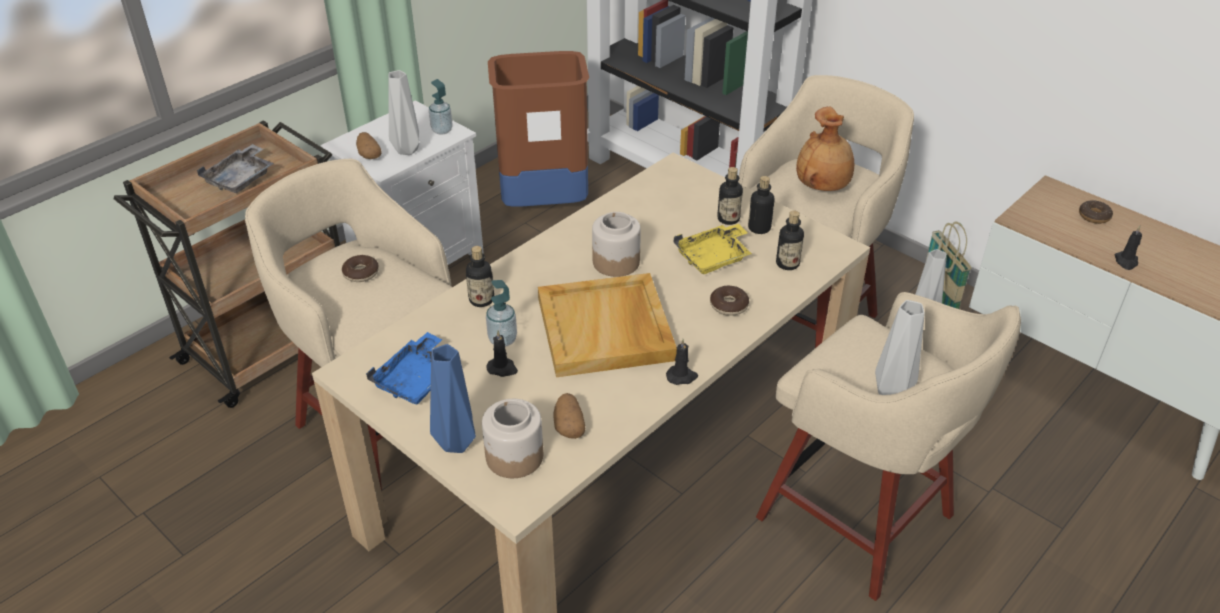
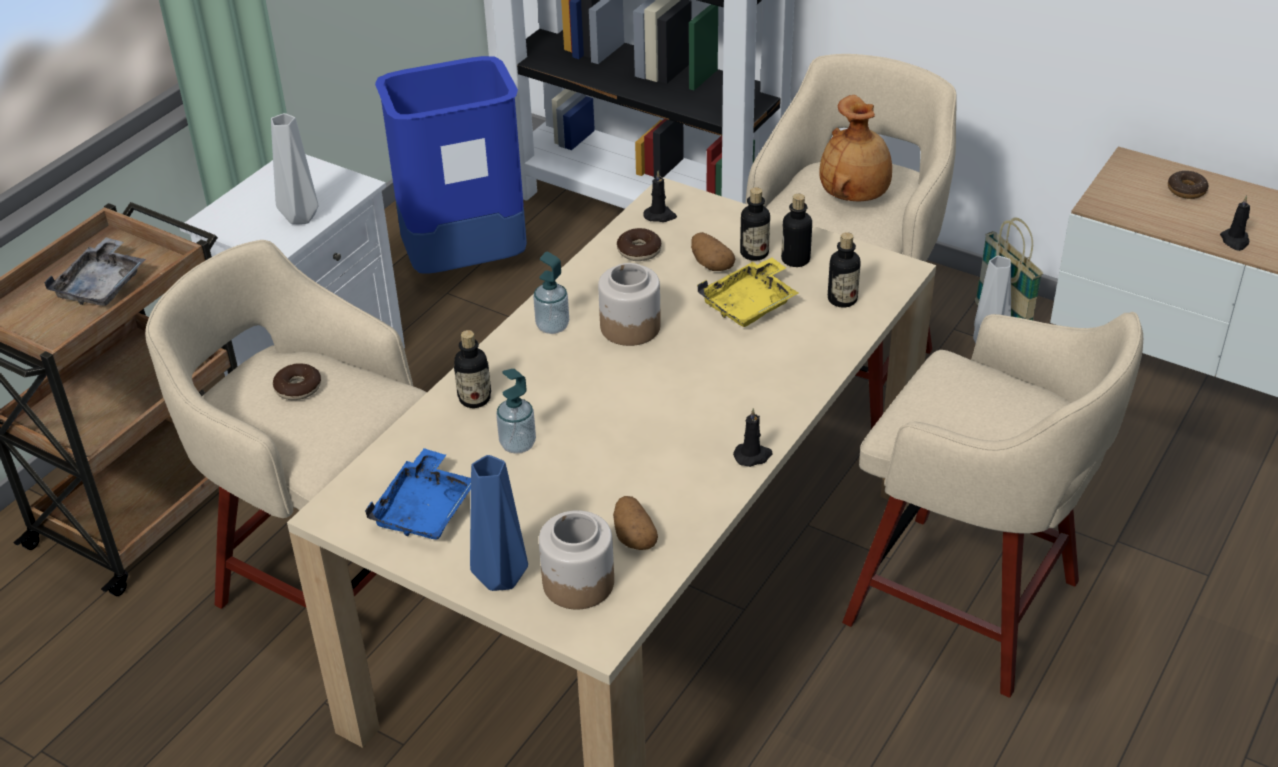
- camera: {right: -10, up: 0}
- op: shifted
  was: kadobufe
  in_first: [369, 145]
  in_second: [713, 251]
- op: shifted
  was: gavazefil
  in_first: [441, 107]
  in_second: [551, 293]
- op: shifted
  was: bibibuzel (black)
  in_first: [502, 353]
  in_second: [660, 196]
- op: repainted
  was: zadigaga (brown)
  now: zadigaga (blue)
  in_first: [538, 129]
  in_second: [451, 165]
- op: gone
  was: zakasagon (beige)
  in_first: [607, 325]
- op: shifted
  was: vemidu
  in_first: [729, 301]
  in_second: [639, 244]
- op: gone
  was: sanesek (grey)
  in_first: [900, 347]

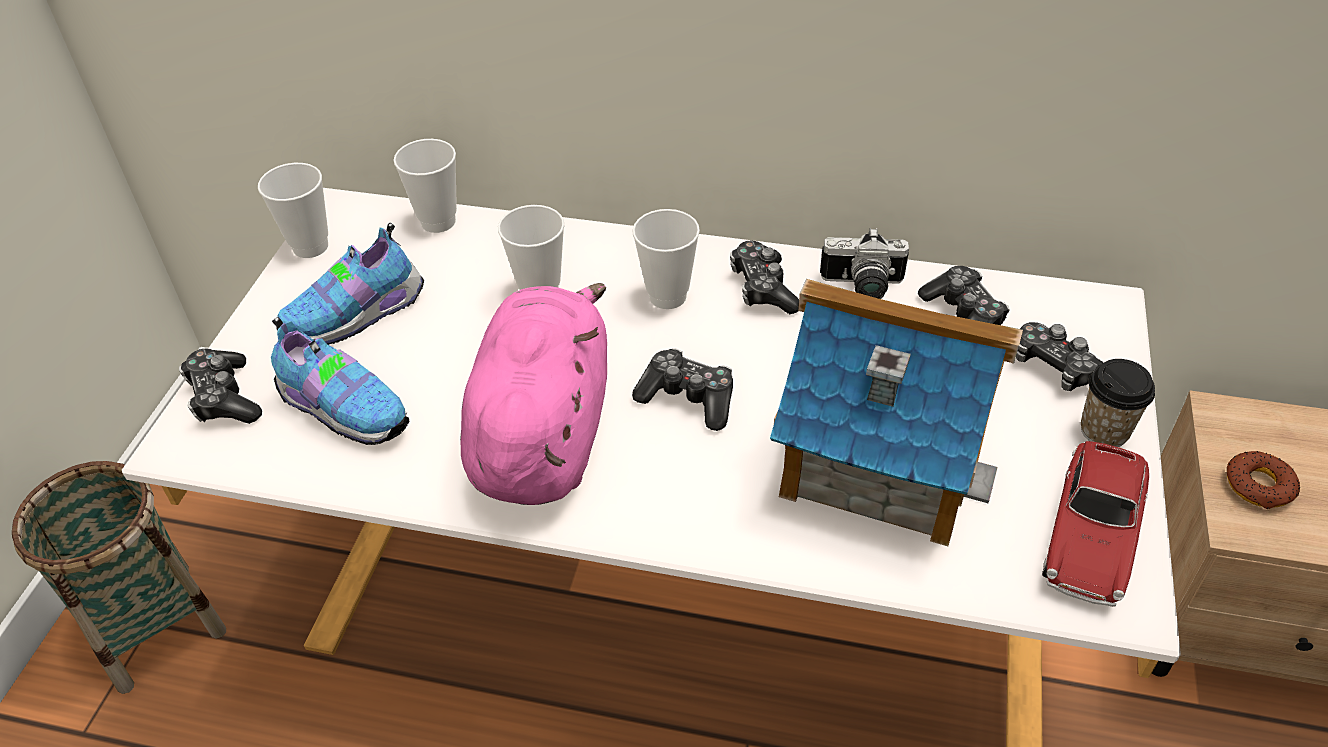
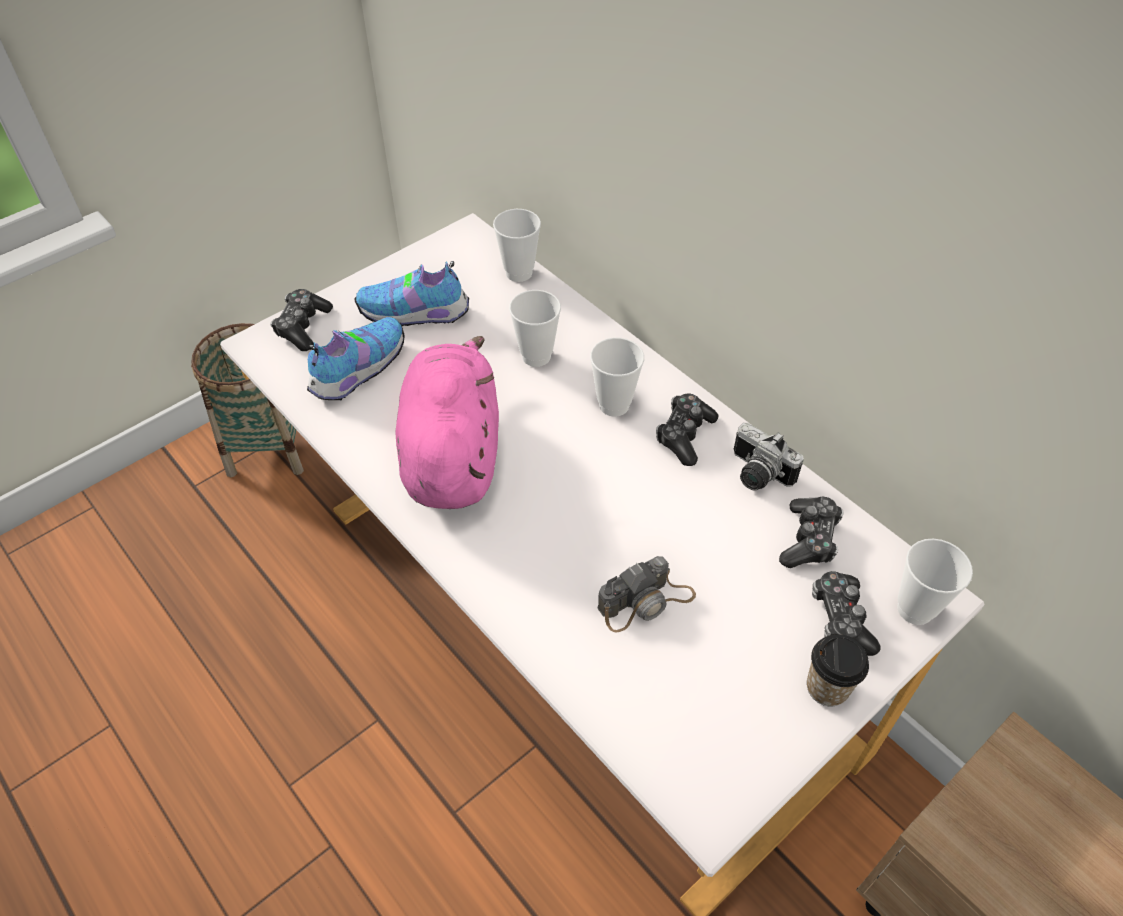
- camera: {right: 35, up: 5}
- op: shifted
  was: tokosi
  in_first: [293, 210]
  in_second: [935, 582]
- op: rotated
  was: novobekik
  in_first: [340, 381]
  in_second: [356, 358]
  clockwise: -120
- op: rotated
  was: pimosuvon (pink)
  in_first: [533, 394]
  in_second: [447, 422]
  clockwise: -45
- op: gone
  was: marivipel
  in_first: [682, 389]
- op: swapped
  was: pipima
  now: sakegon
  in_first: [896, 412]
  in_second: [646, 594]
- op: gone
  was: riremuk
  in_first: [1095, 524]
- op: gone
  was: vemidu
  in_first: [1263, 480]

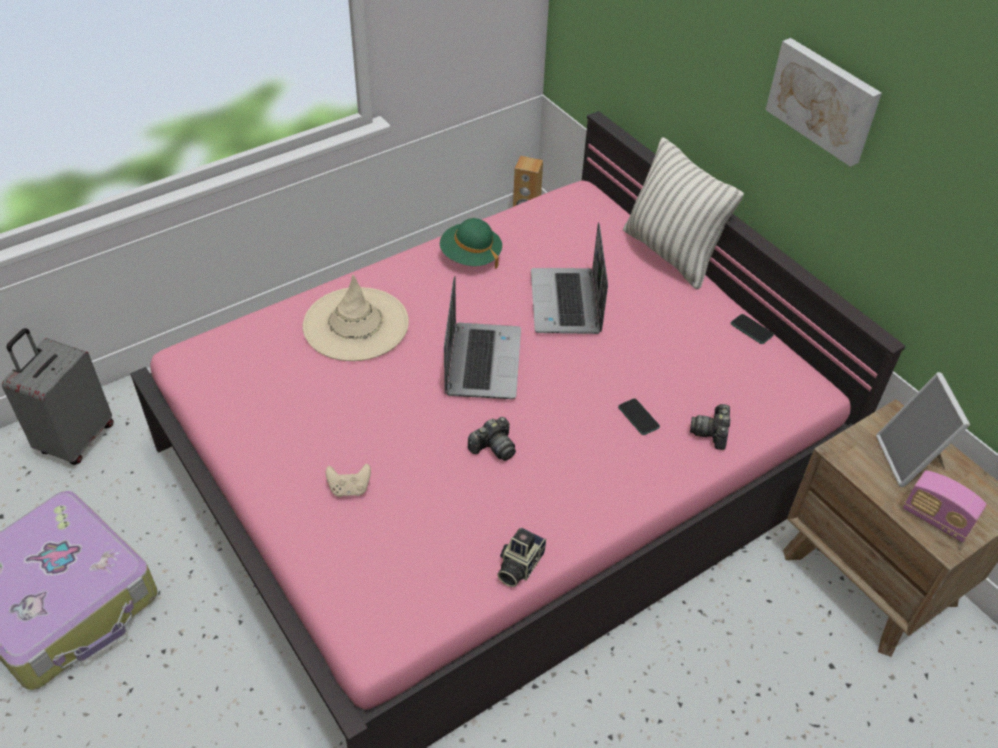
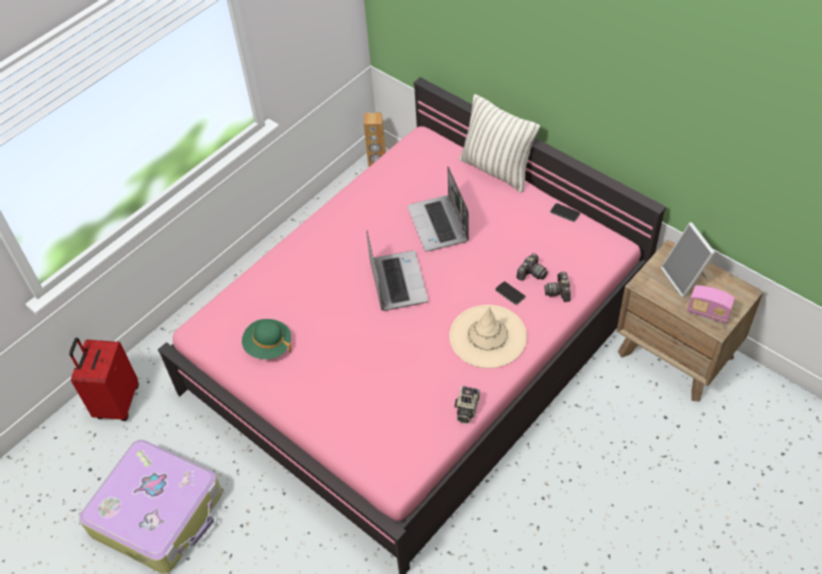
- camera: {right: -10, up: 5}
- op: repainted
  was: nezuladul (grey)
  now: nezuladul (red)
  in_first: [58, 396]
  in_second: [104, 379]
- op: shifted
  was: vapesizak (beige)
  in_first: [356, 317]
  in_second: [488, 336]
- op: gone
  was: marivipel (beige)
  in_first: [348, 480]
- op: shifted
  was: vapesizak (green)
  in_first: [471, 243]
  in_second: [267, 339]
- op: shifted
  was: sakegon
  in_first: [492, 439]
  in_second: [532, 267]
- op: gone
  was: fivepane
  in_first: [824, 102]

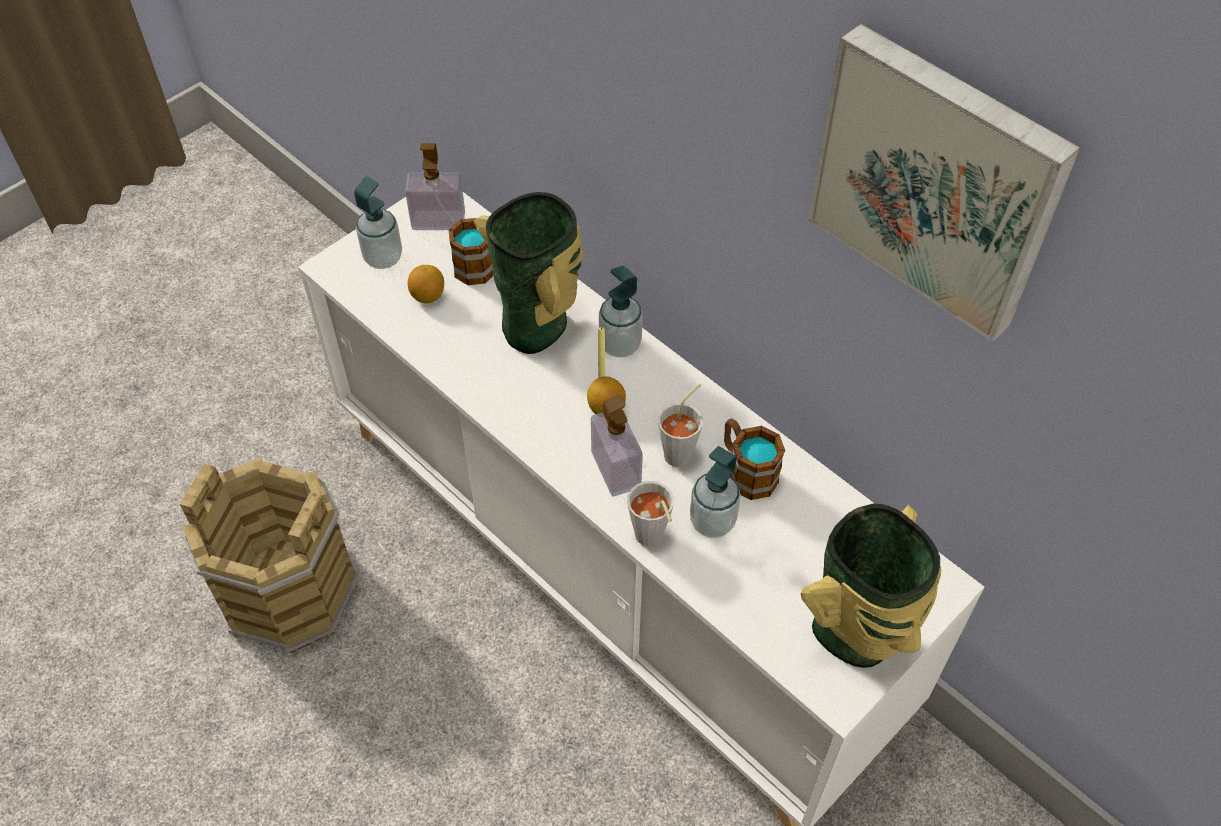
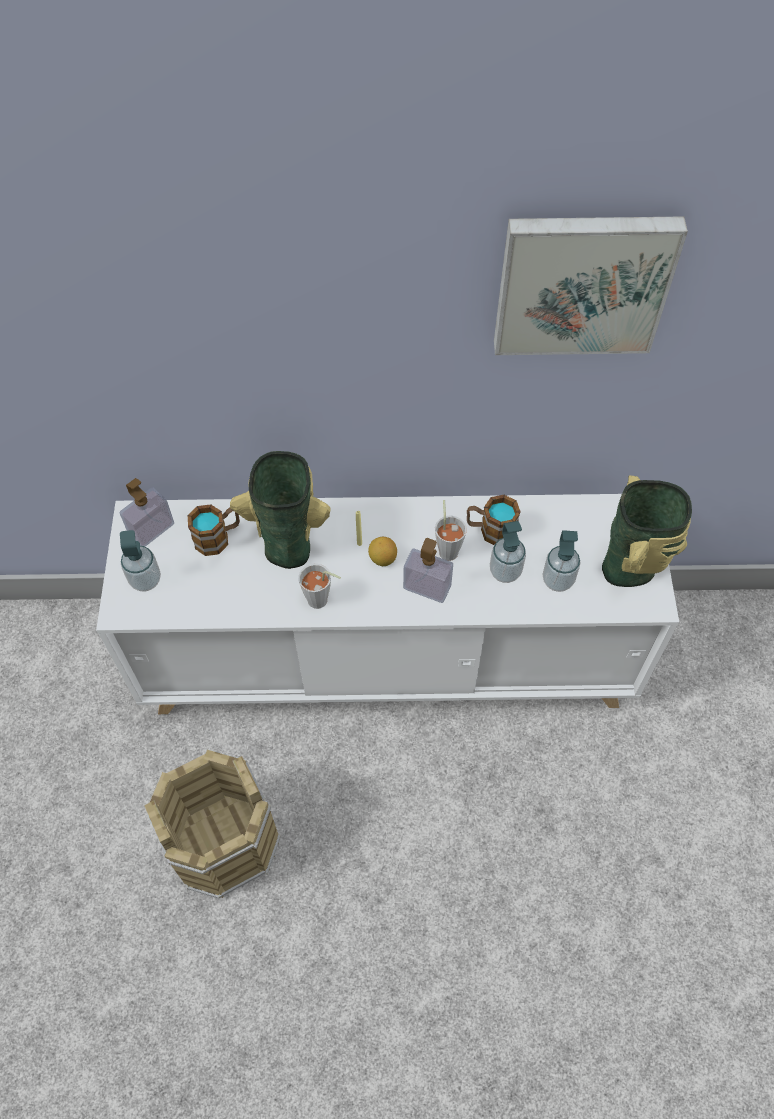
- camera: {right: -45, up: 5}
- op: gone
  was: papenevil
  in_first: [426, 284]
- op: shifted
  was: gavazefil
  in_first: [621, 311]
  in_second: [561, 561]
- op: shifted
  was: tokosi (grey)
  in_first: [650, 513]
  in_second: [319, 586]

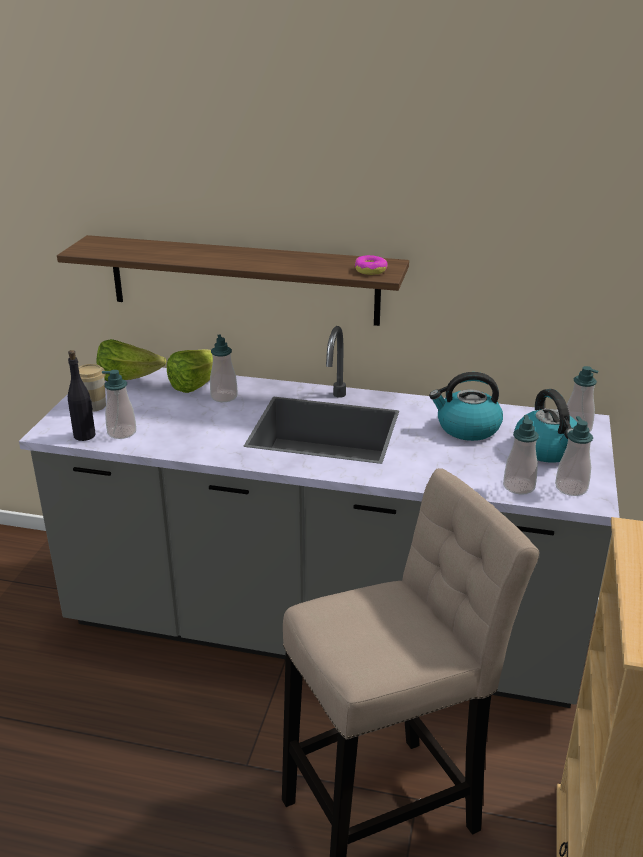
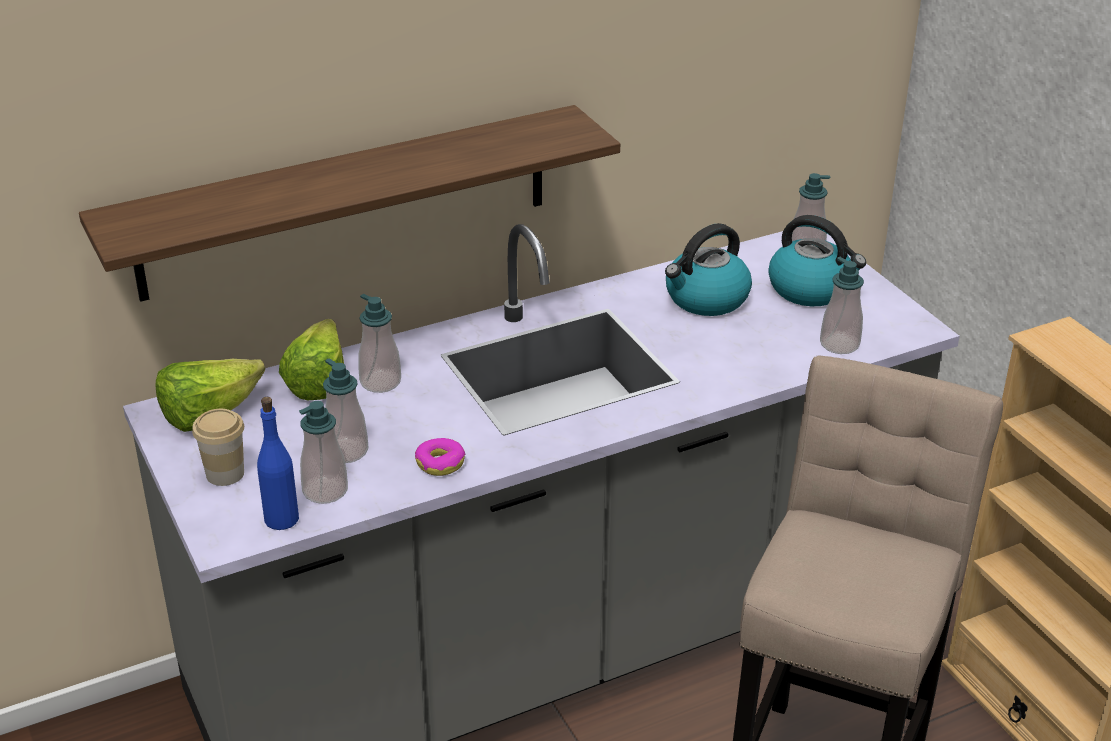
- camera: {right: -40, up: 5}
- op: repainted
  was: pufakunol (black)
  now: pufakunol (blue)
  in_first: [82, 395]
  in_second: [278, 463]
- op: shifted
  was: vemidu
  in_first: [371, 265]
  in_second: [440, 457]
- op: shifted
  was: gavazefil
  in_first: [574, 456]
  in_second: [345, 410]

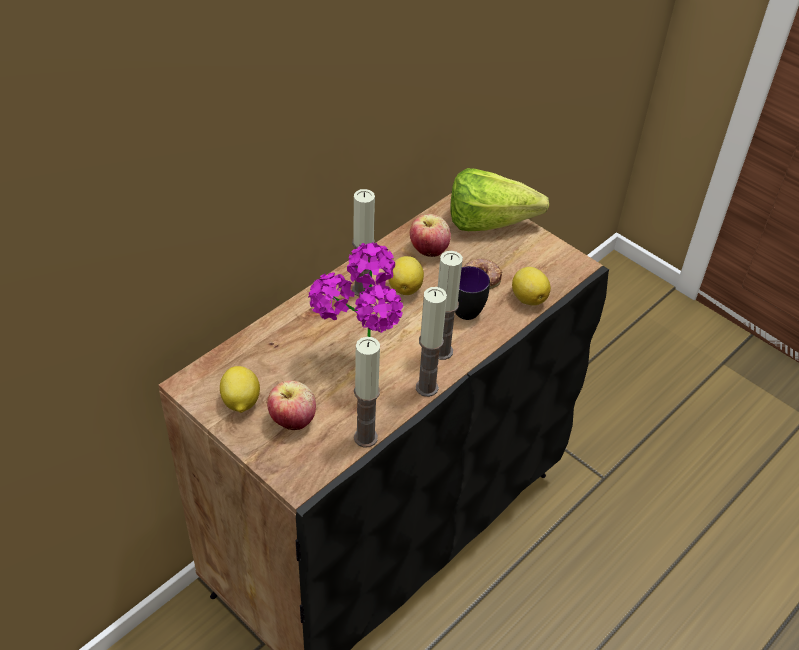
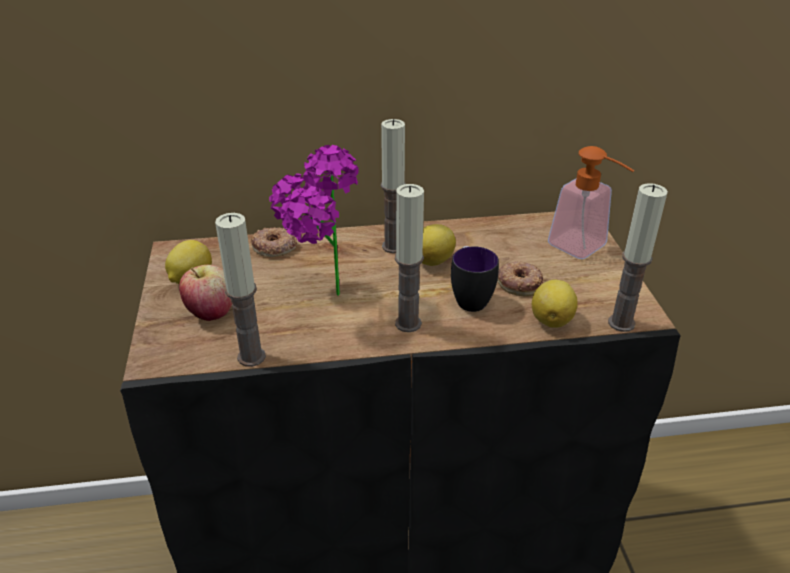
- camera: {right: 40, up: -10}
- op: gone
  was: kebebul
  in_first: [430, 235]
- op: shifted
  was: bibibuzel
  in_first: [431, 342]
  in_second: [638, 257]
- op: swapped
  was: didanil
  now: gavazefil
  in_first: [499, 199]
  in_second: [591, 202]
- op: new
  now: vemidu
  in_second: [274, 242]

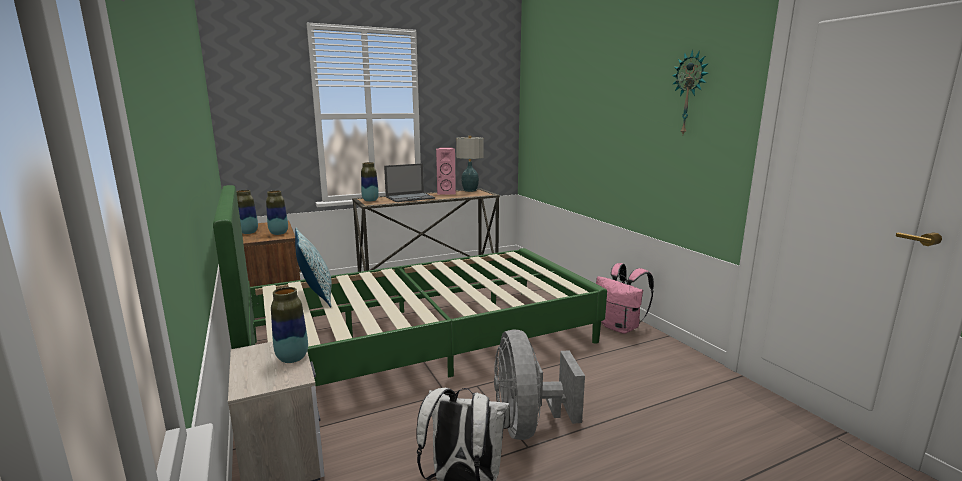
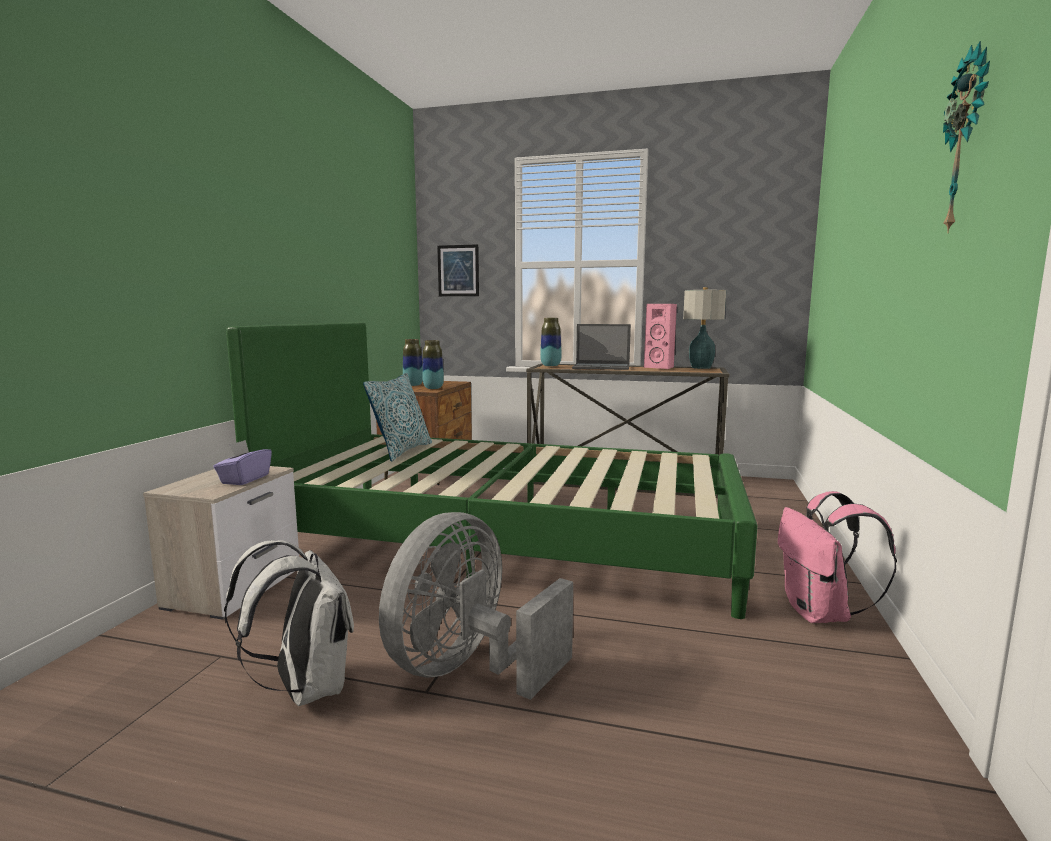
- camera: {right: 40, up: -5}
- op: swapped
  was: sanesek
  now: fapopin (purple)
  in_first: [289, 325]
  in_second: [243, 462]
- op: new
  now: fivepane
  in_second: [458, 270]

